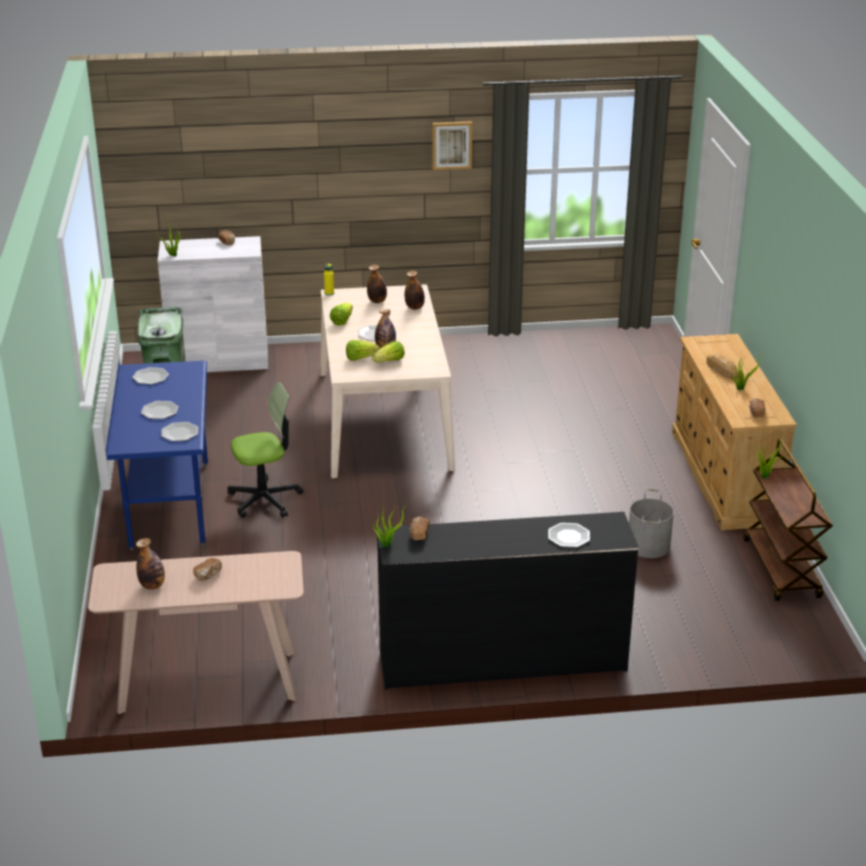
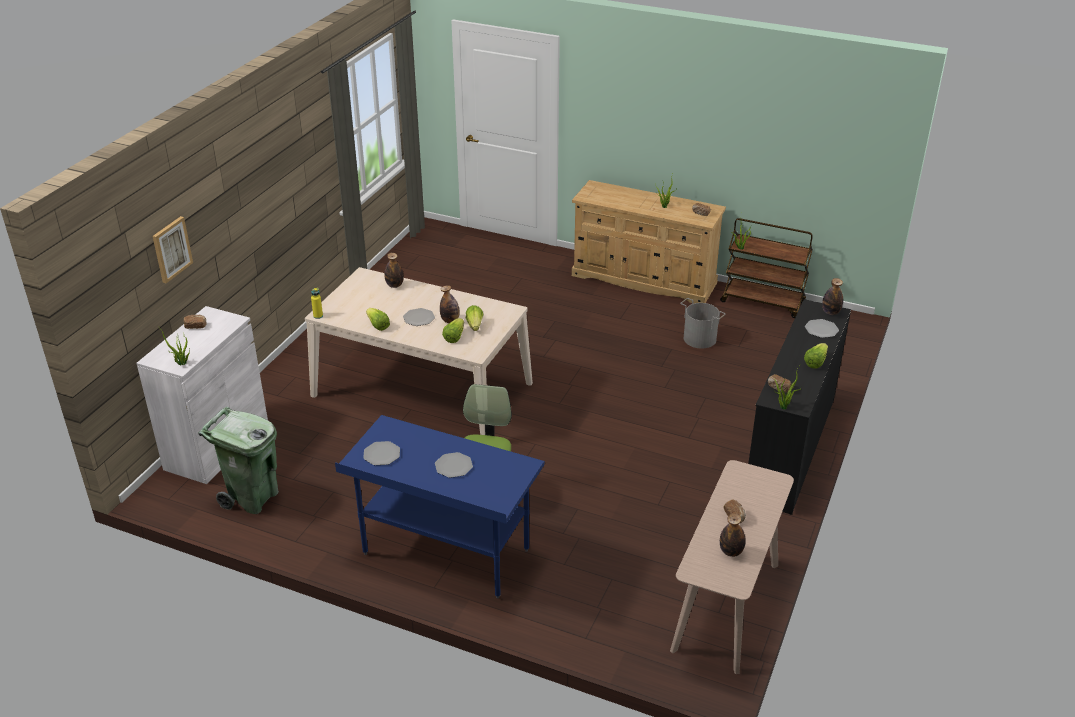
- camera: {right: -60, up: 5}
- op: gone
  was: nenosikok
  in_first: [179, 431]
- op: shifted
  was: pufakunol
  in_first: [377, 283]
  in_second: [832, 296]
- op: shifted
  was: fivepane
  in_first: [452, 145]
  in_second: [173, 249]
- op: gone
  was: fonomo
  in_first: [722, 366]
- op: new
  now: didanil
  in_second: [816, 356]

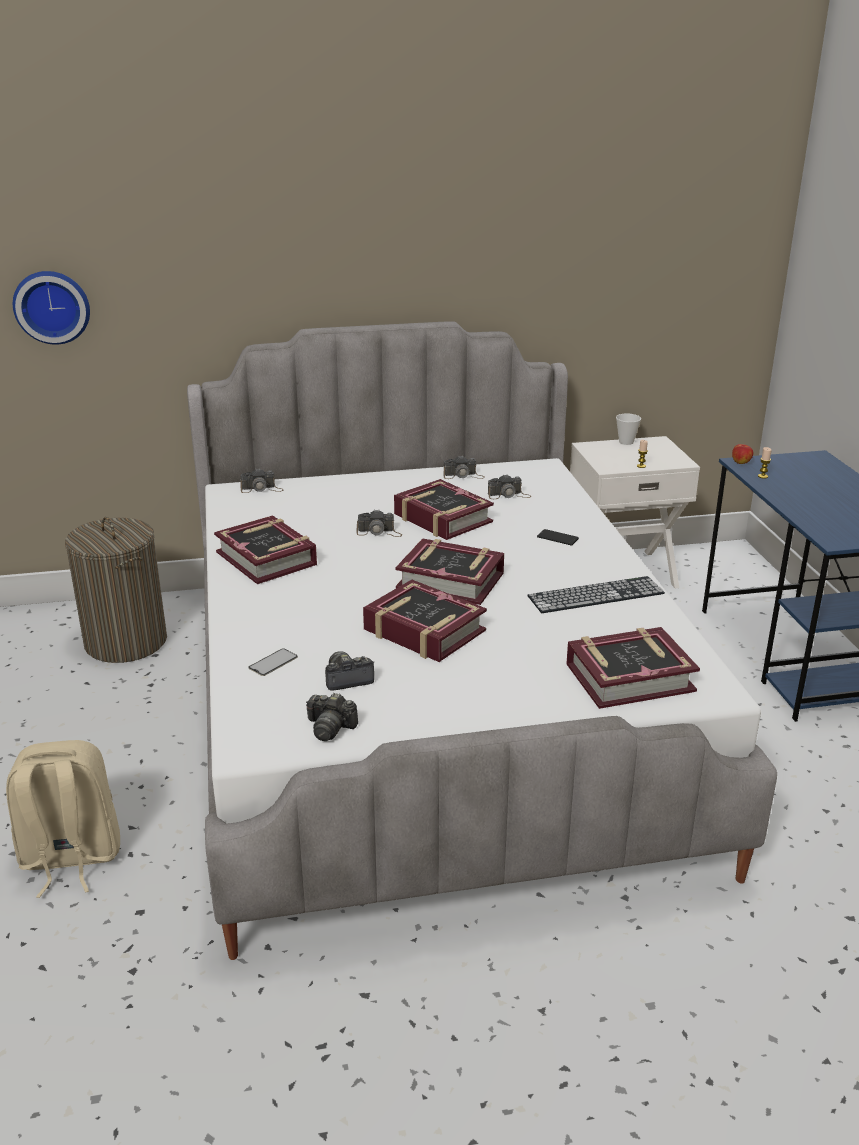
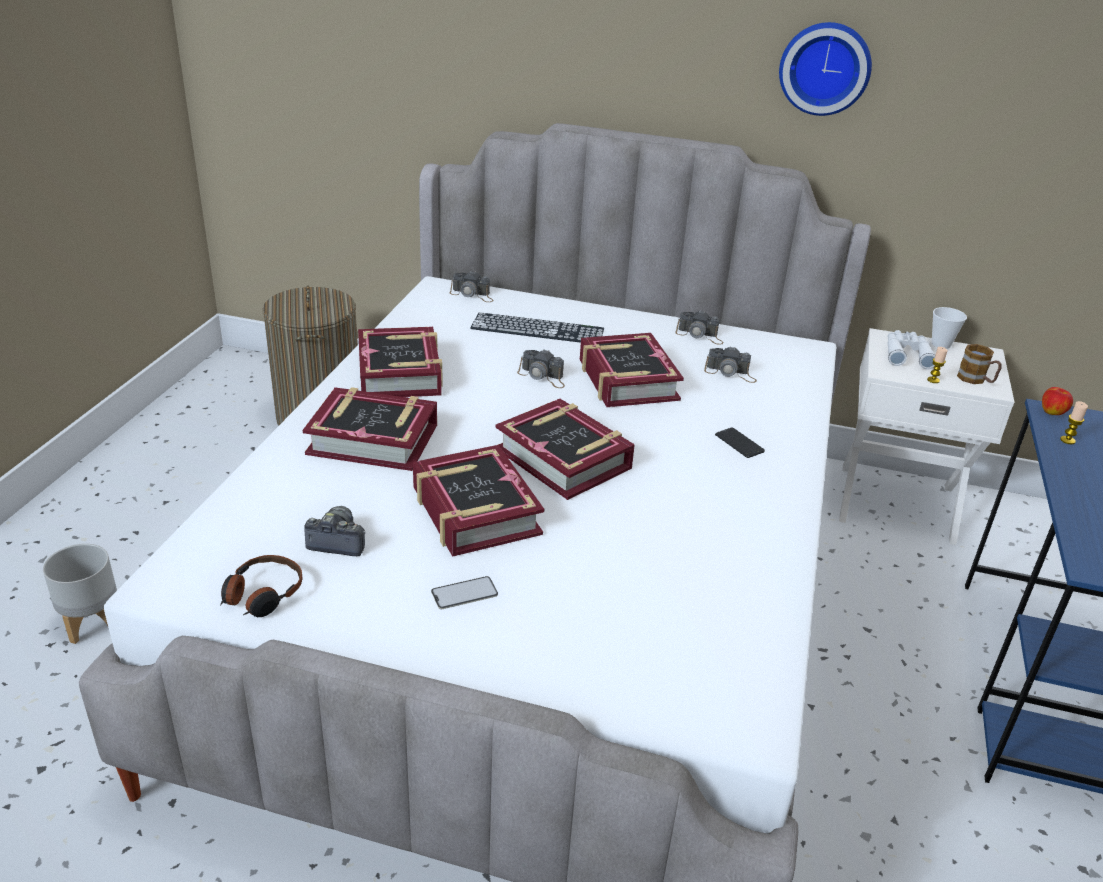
- camera: {right: 25, up: 5}
- op: swapped
  was: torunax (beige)
  now: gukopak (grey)
  in_first: [63, 819]
  in_second: [80, 594]
- op: shifted
  was: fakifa
  in_first: [51, 308]
  in_second: [825, 69]
- op: shifted
  was: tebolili
  in_first: [273, 662]
  in_second: [464, 592]
- op: swapped
  was: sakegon
  now: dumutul
  in_first: [332, 717]
  in_second: [261, 586]
- op: shifted
  was: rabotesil
  in_first: [596, 594]
  in_second: [537, 327]
- op: shifted
  was: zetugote
  in_first: [633, 668]
  in_second: [370, 429]
- op: new
  now: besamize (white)
  in_second: [911, 350]
- op: new
  now: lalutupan
  in_second: [979, 364]

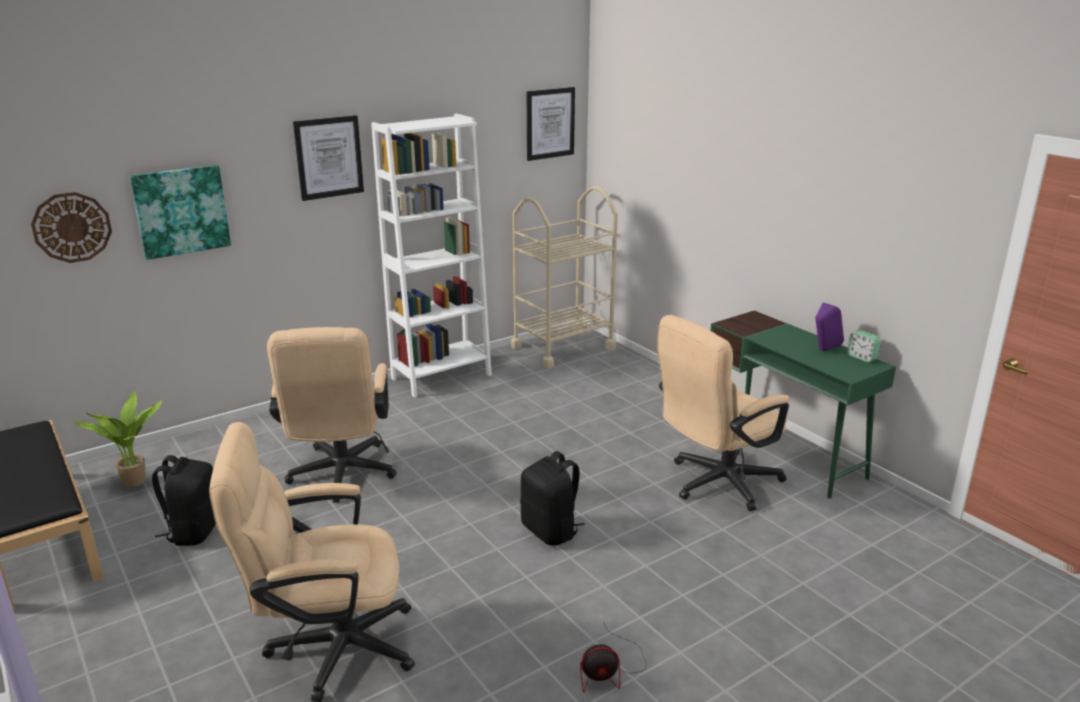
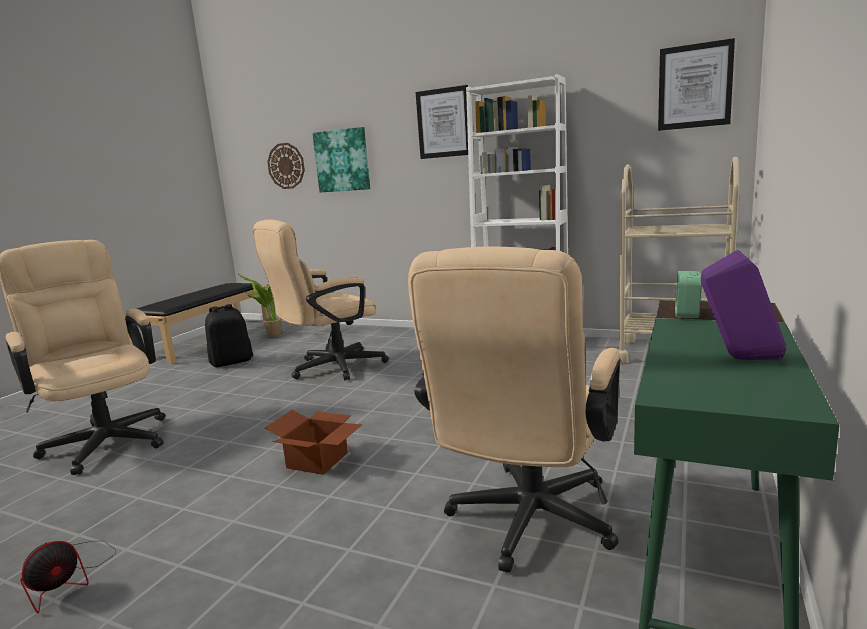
- camera: {right: 60, up: -10}
- op: swapped
  was: torunax (black)
  now: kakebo
  in_first: [552, 498]
  in_second: [313, 442]
- op: rotated
  was: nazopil
  in_first: [613, 657]
  in_second: [68, 577]
  clockwise: -105
- op: rotated
  was: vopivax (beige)
  in_first: [723, 413]
  in_second: [514, 410]
  clockwise: -90
- op: shifted
  was: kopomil
  in_first: [864, 346]
  in_second: [688, 294]

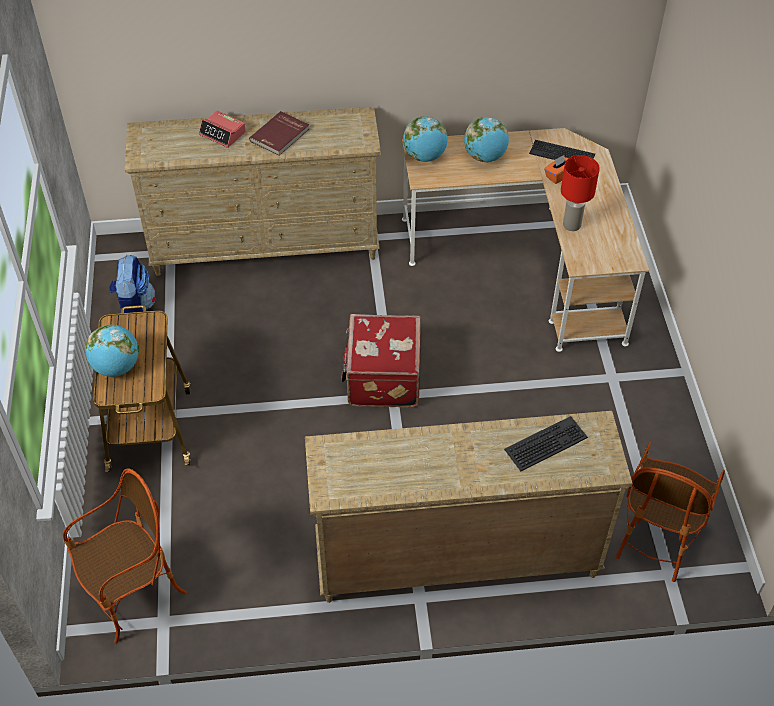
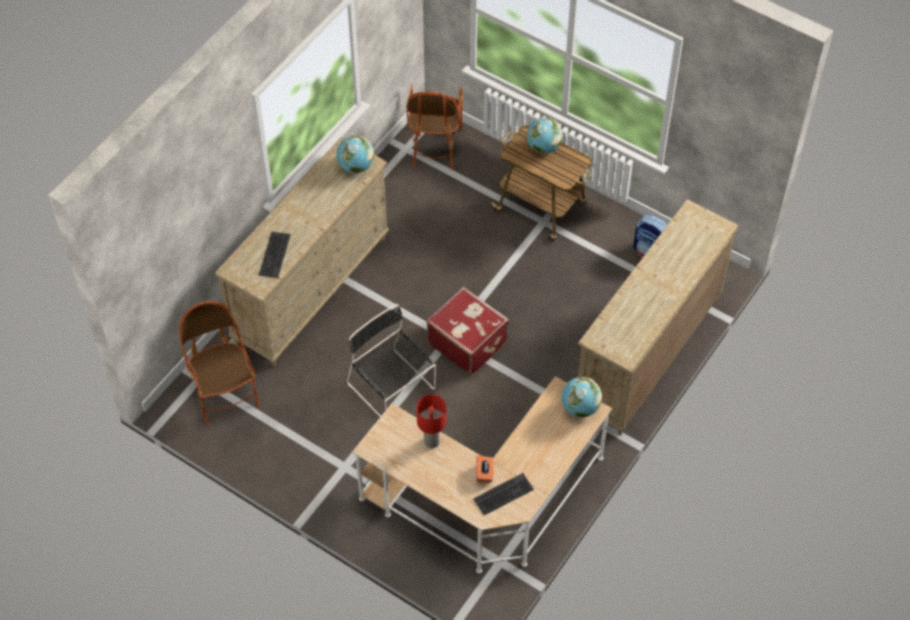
- camera: {right: 130, up: 5}
- op: gone
  was: kopomil
  in_first: [222, 129]
- op: gone
  was: zetugote (red)
  in_first: [279, 133]
- op: shifted
  was: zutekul
  in_first: [486, 139]
  in_second: [355, 155]
- op: new
  now: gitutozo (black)
  in_second: [391, 360]

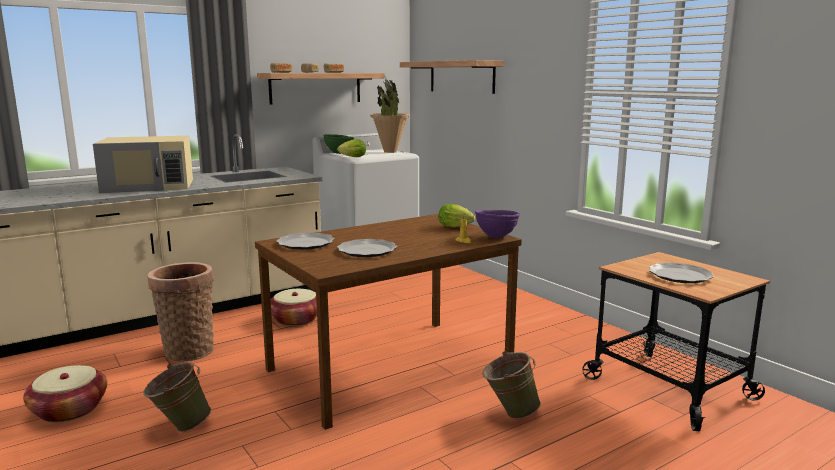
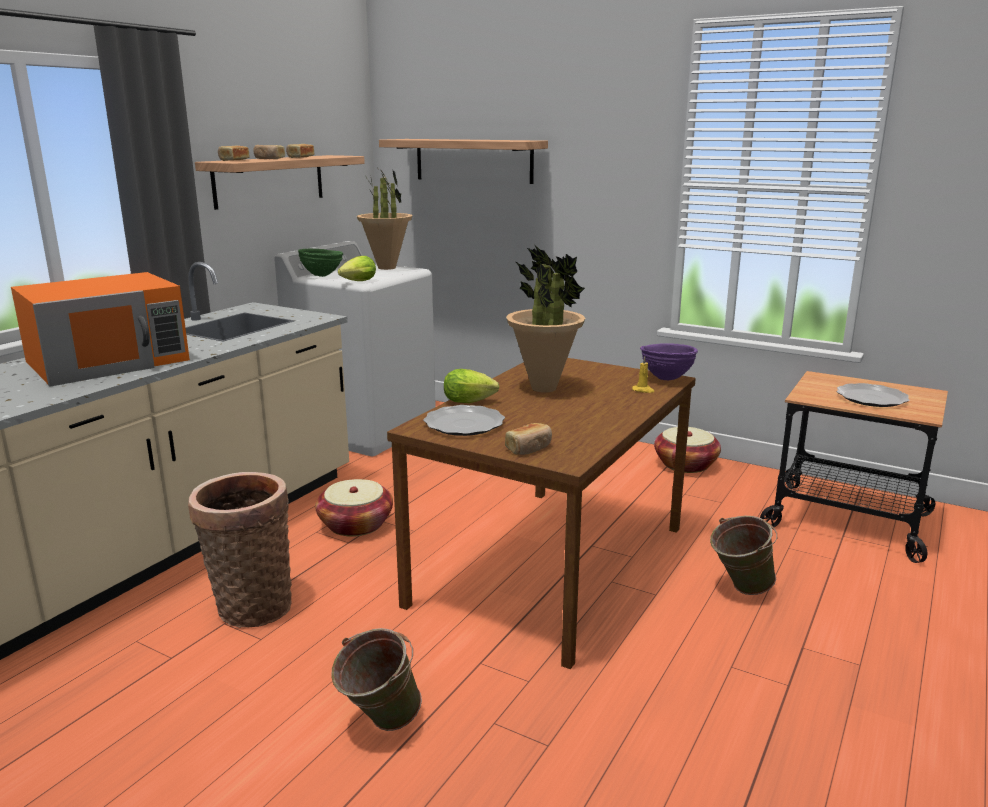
- camera: {right: -25, up: 5}
- op: shifted
  was: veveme
  in_first: [65, 394]
  in_second: [687, 450]
- op: repainted
  was: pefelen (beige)
  now: pefelen (orange)
  in_first: [143, 164]
  in_second: [100, 329]
- op: gone
  was: nenosikok
  in_first: [367, 248]
- op: shifted
  was: didanil
  in_first: [456, 216]
  in_second: [471, 386]
- op: new
  now: fonomo
  in_second: [528, 439]
- op: new
  now: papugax
  in_second: [545, 318]

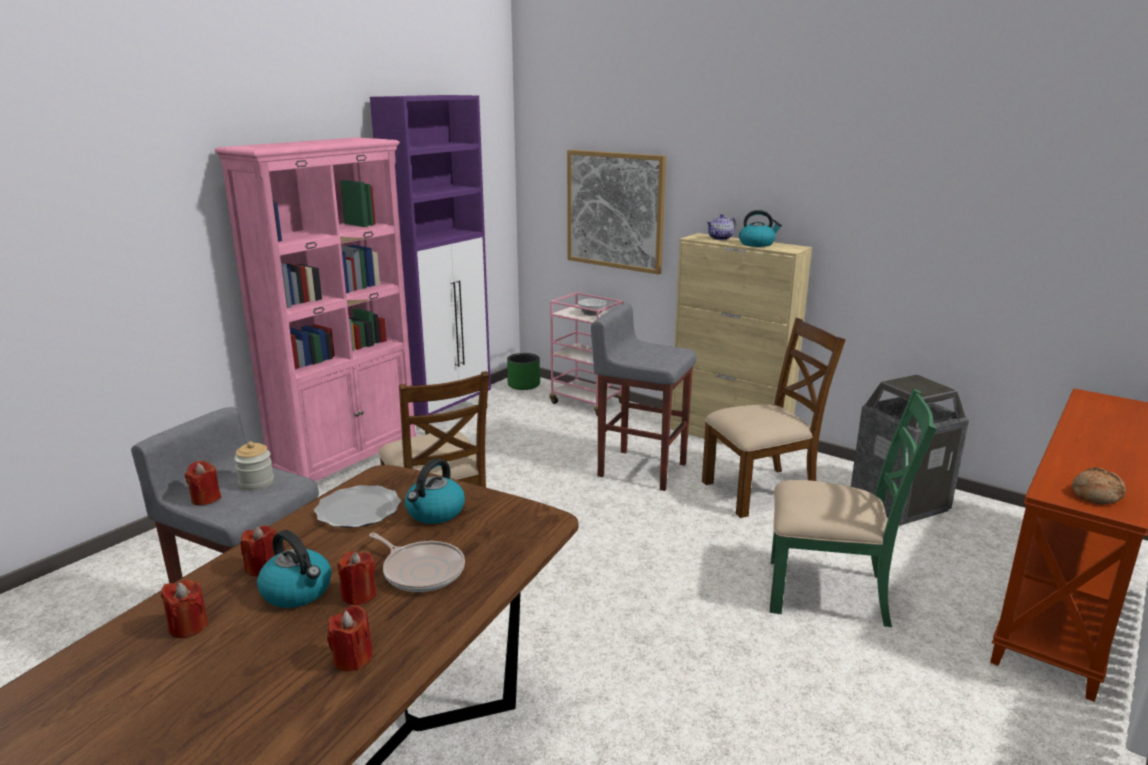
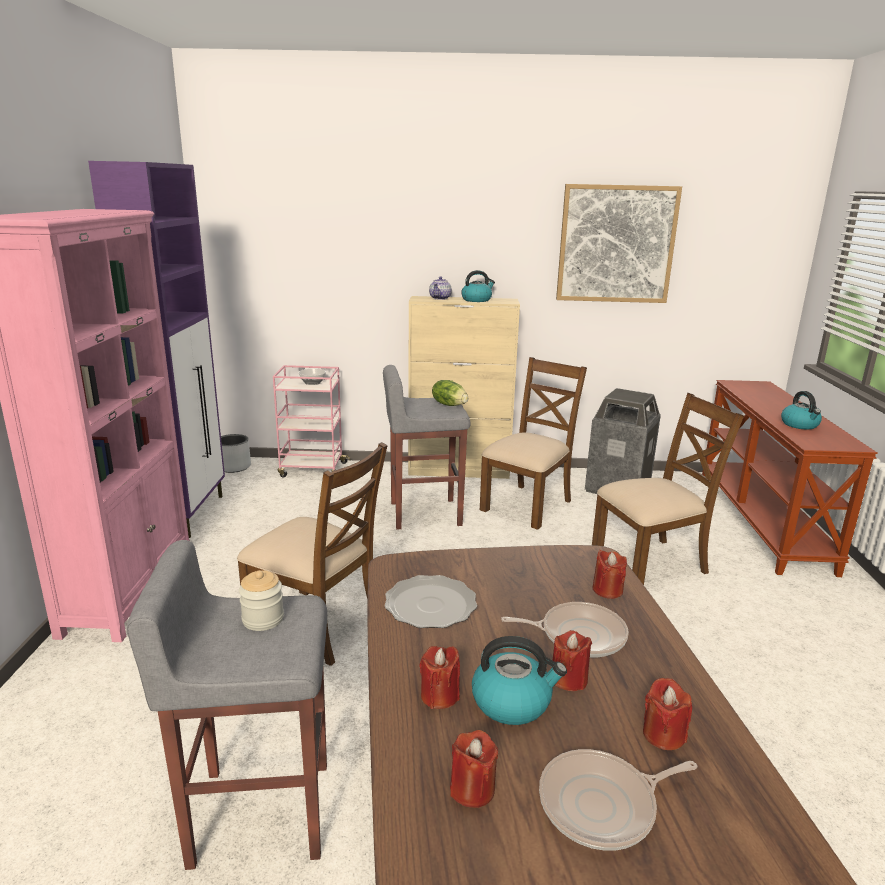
- camera: {right: -35, up: 0}
- op: shifted
  was: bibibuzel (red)
  in_first: [203, 482]
  in_second: [610, 574]
- op: shifted
  was: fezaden
  in_first: [435, 491]
  in_second: [801, 410]
- op: repainted
  was: gukopak (green)
  now: gukopak (grey)
  in_first: [523, 371]
  in_second: [236, 453]
- op: shifted
  was: fivepane
  in_first: [616, 212]
  in_second: [619, 243]
- op: repainted
  was: gitutozo (green)
  now: gitutozo (brown)
  in_first: [853, 508]
  in_second: [668, 489]
- op: gone
  was: fonomo
  in_first: [1099, 485]
- op: new
  now: didanil
  in_second: [450, 393]
- op: new
  now: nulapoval
  in_second: [618, 800]

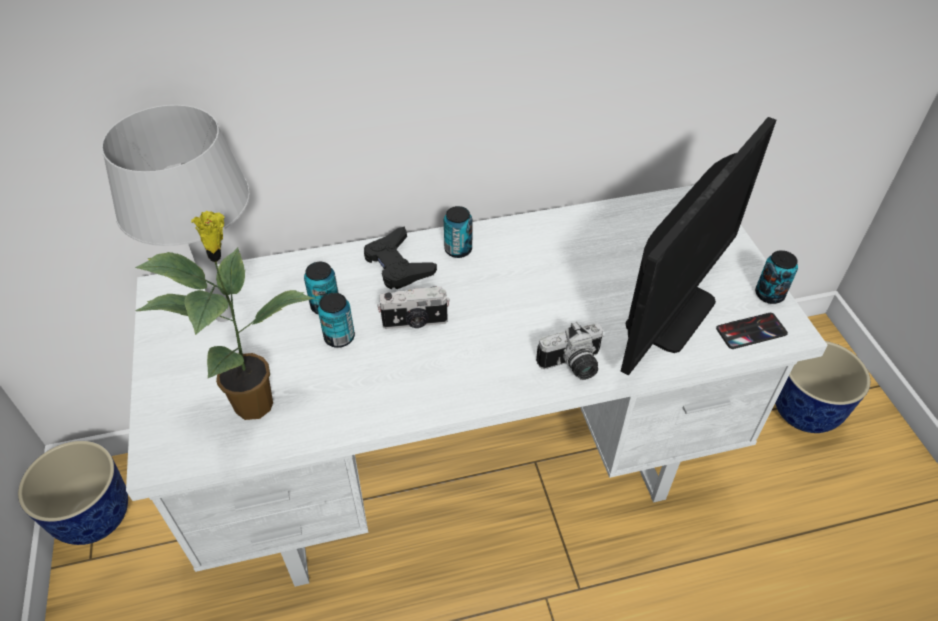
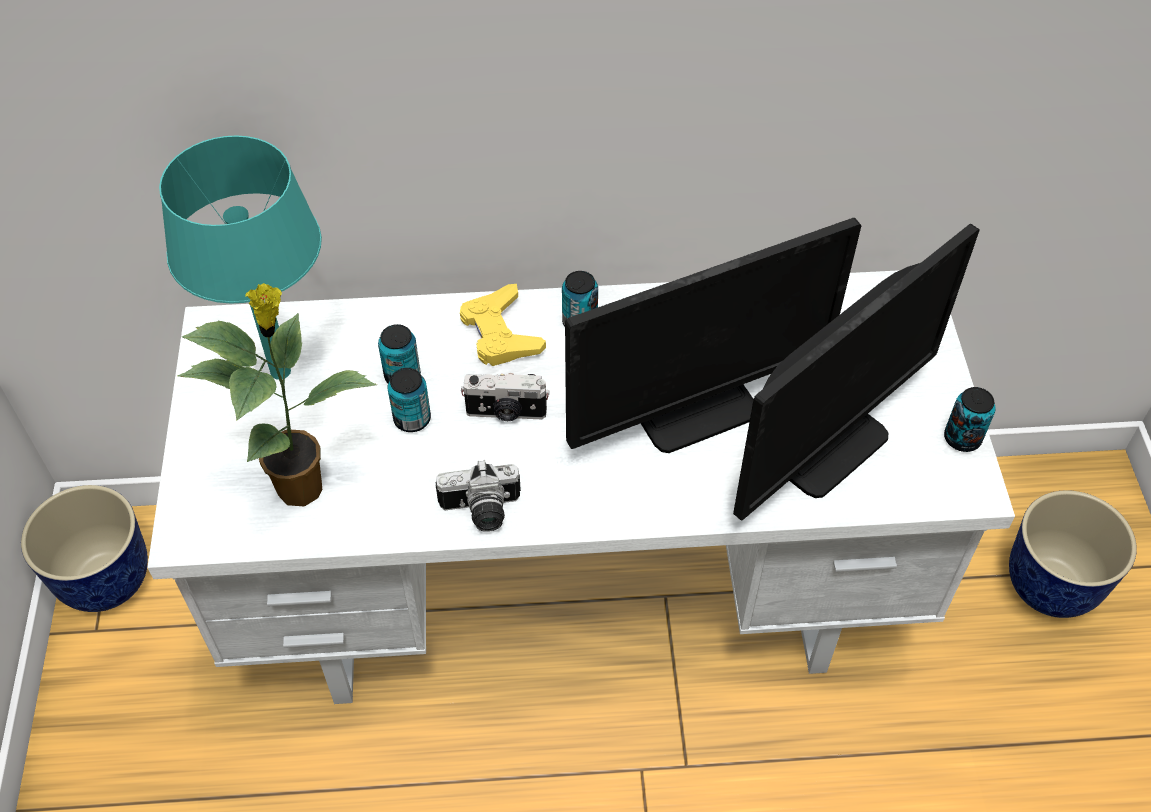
- camera: {right: 10, up: 5}
- op: repainted
  was: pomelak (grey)
  now: pomelak (turquoise)
  in_first: [175, 213]
  in_second: [240, 257]
- op: repainted
  was: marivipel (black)
  now: marivipel (yellow)
  in_first: [400, 257]
  in_second: [503, 325]
- op: shifted
  was: sakegon
  in_first: [570, 351]
  in_second: [478, 496]
- op: gone
  was: tebolili
  in_first: [752, 331]
- op: new
  now: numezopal
  in_second: [713, 335]

